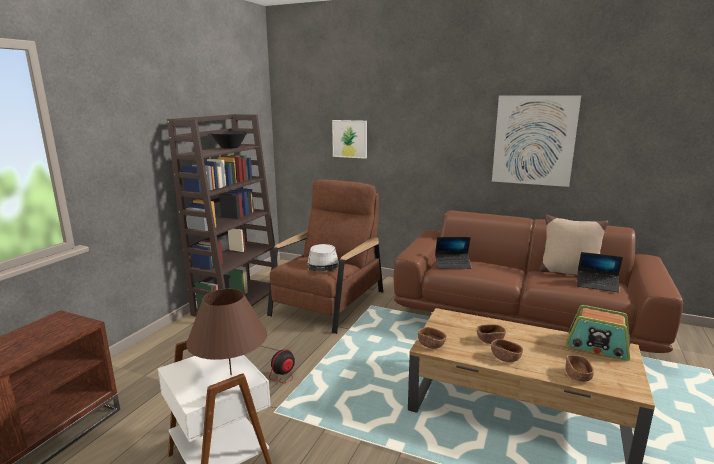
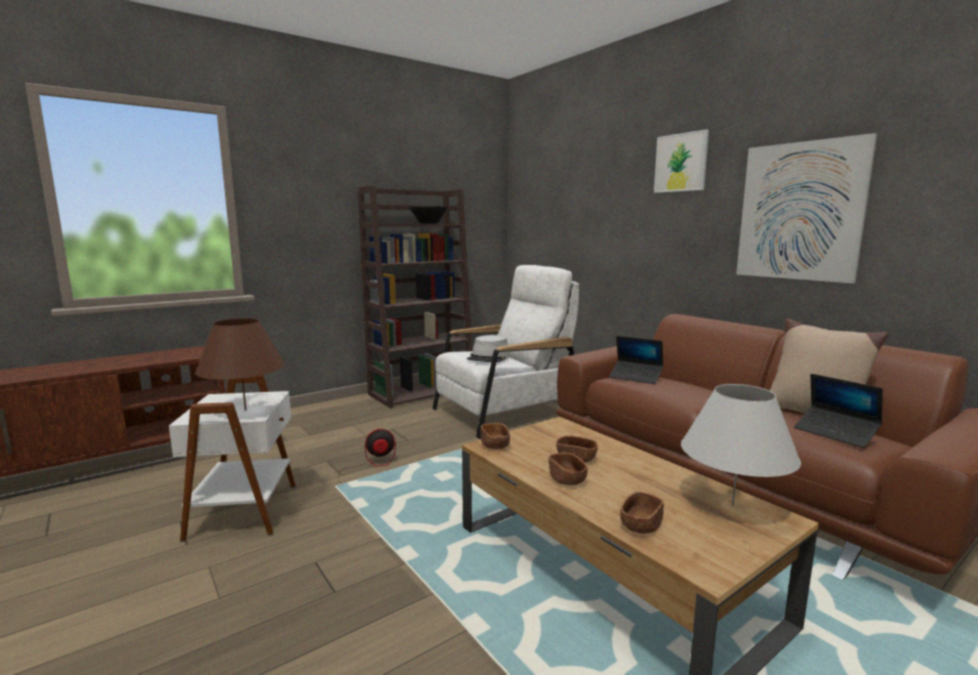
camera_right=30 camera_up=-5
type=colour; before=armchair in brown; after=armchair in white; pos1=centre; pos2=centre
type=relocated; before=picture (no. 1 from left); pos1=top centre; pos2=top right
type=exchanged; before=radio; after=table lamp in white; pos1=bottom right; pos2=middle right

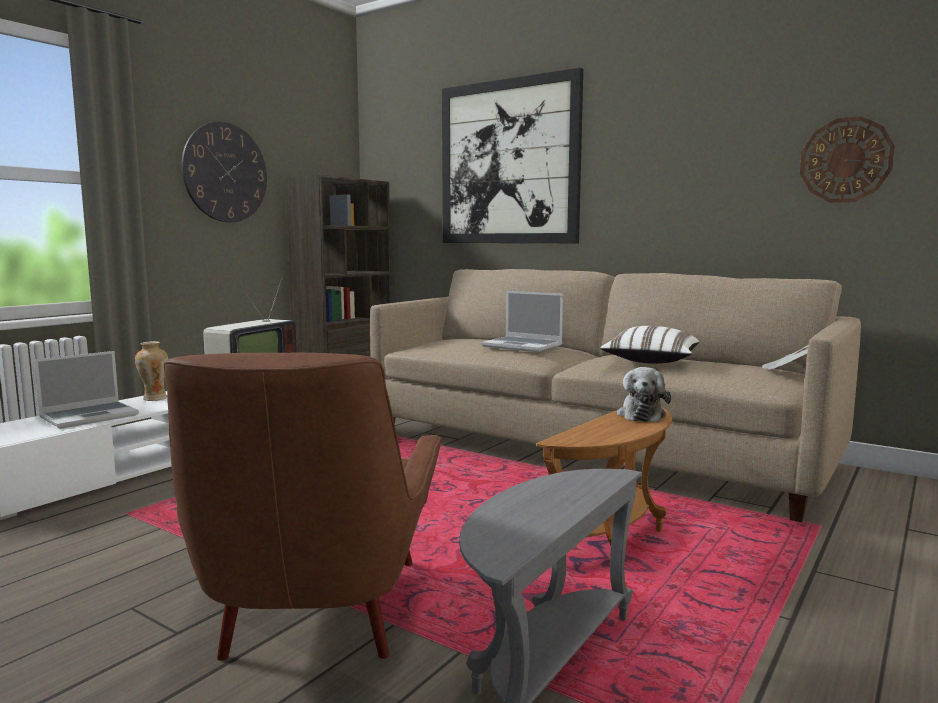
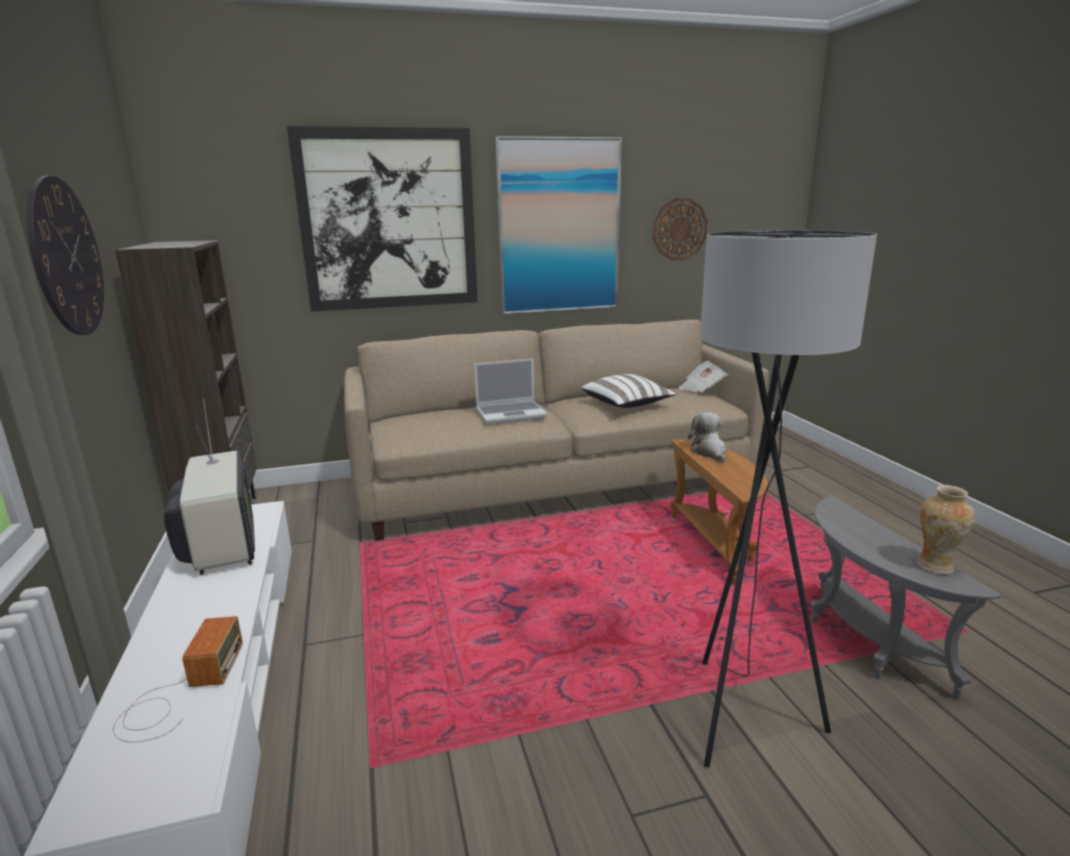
camera_right=-50 camera_up=10
type=exchanged; before=laptop (no. 1 from left); after=radio; pos1=middle left; pos2=bottom left
type=appeared; after=picture (no. 2 from left); pos2=top centre
type=spun; before=plush toy; pos1=middle right; pos2=centre; turn=-150
type=exchanged; before=armchair in brown; after=floor lamp in grey; pos1=bottom left; pos2=middle right
type=relocated; before=vase; pos1=middle left; pos2=middle right

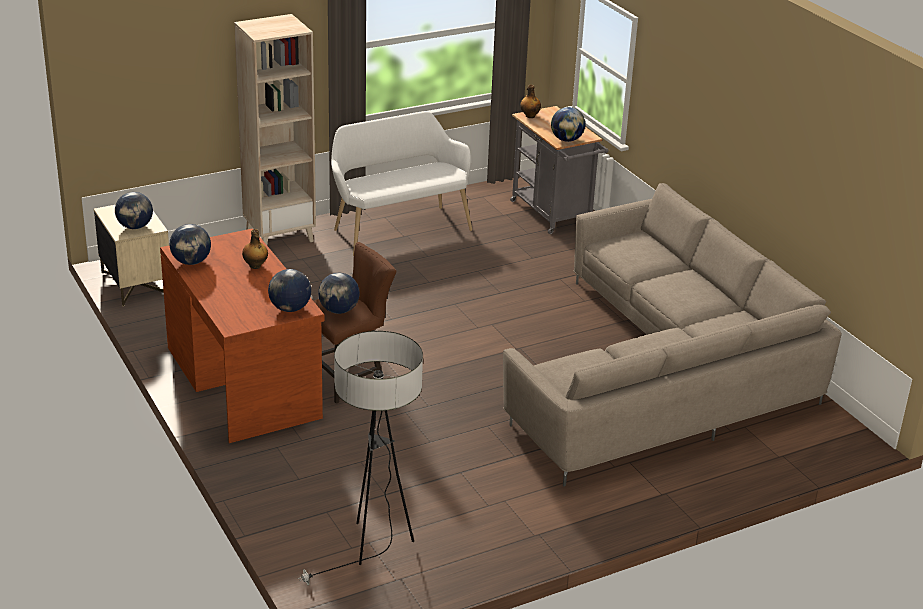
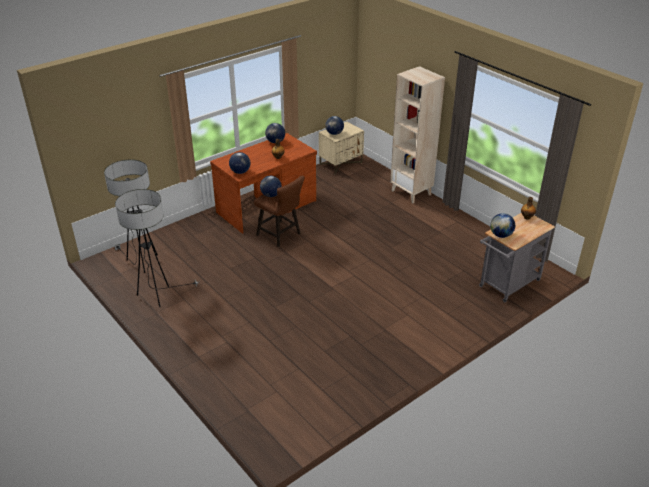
camera_right=80 camera_up=5
type=appeared; after=floor lamp (no. 2 from left); pos2=middle left
type=missing; before=bench in white; pos1=top centre
type=missing; before=sofa in beige; pos1=middle right

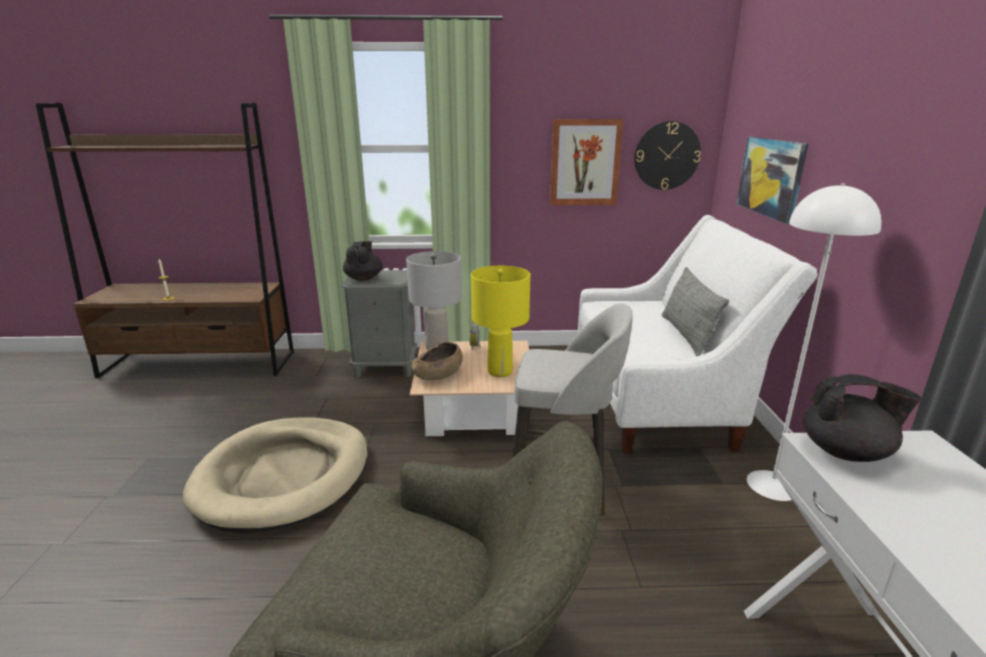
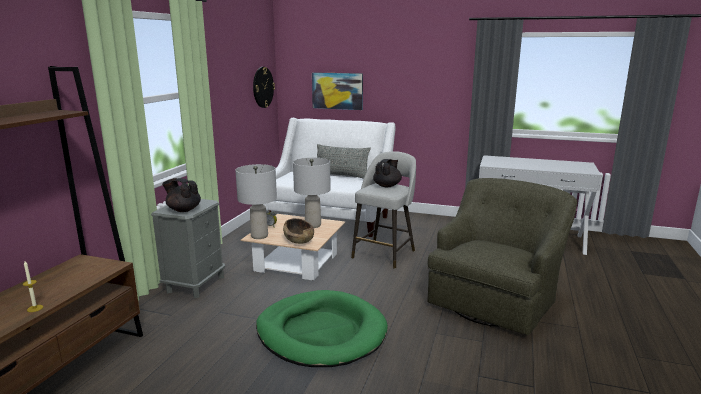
camera_right=-70 camera_up=-5
type=colour; before=dog bed in beige; after=dog bed in green; pos1=bottom left; pos2=bottom centre
type=colour; before=table lamp in yellow; after=table lamp in grey (no. 2 from left); pos1=centre; pos2=centre
type=relocated; before=teapot in black (no. 2 from left); pos1=middle right; pos2=centre
type=missing; before=picture (no. 1 from left); pos1=top centre
type=missing; before=floor lamp in white; pos1=middle right

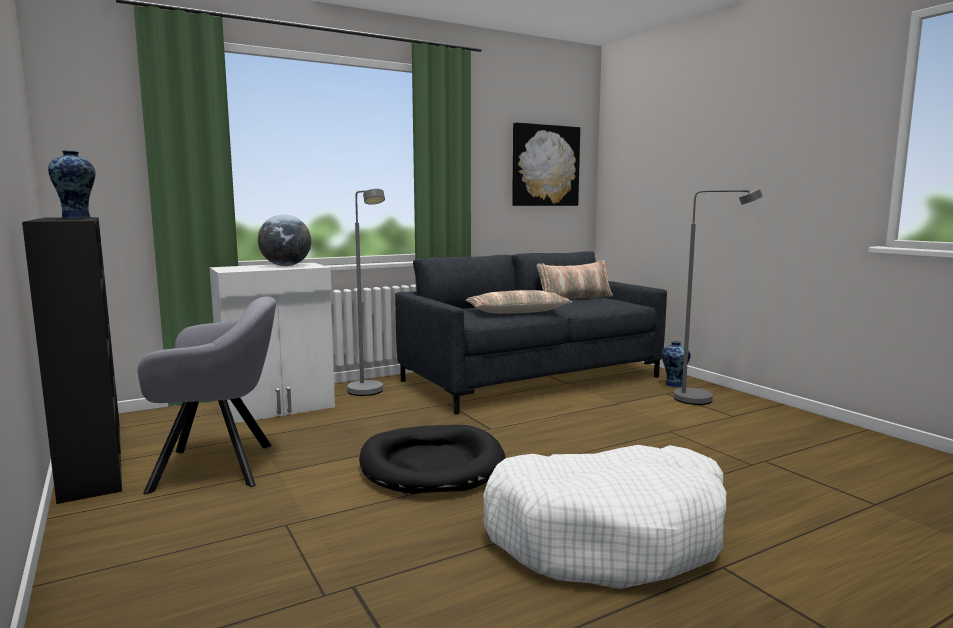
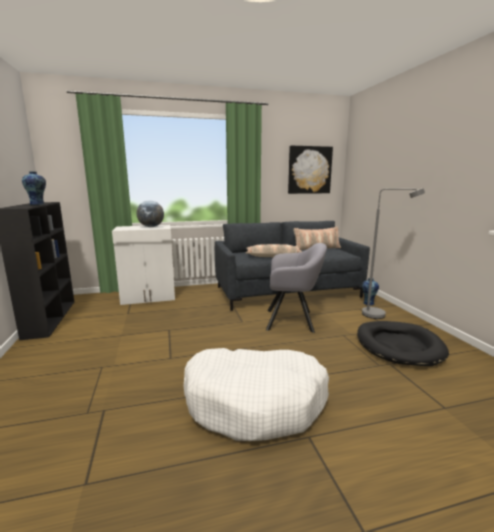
camera_right=15 camera_up=5
type=relocated; before=armchair in grey; pos1=middle left; pos2=centre
type=relocated; before=dog bed in black; pos1=bottom centre; pos2=middle right
type=missing; before=floor lamp in grey (no. 1 from left); pos1=centre

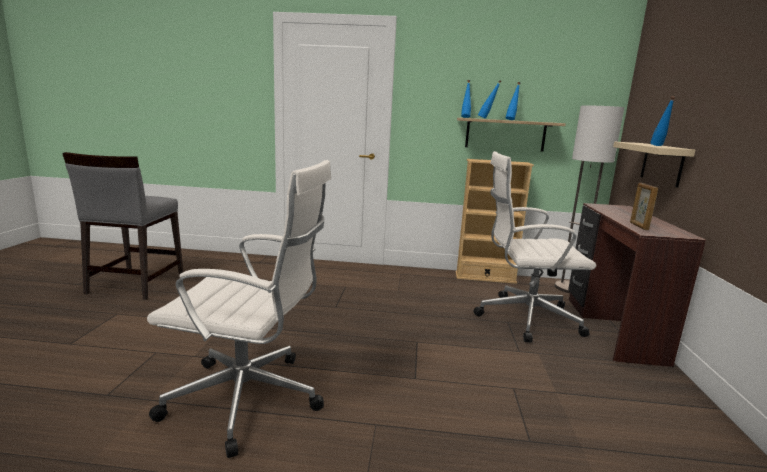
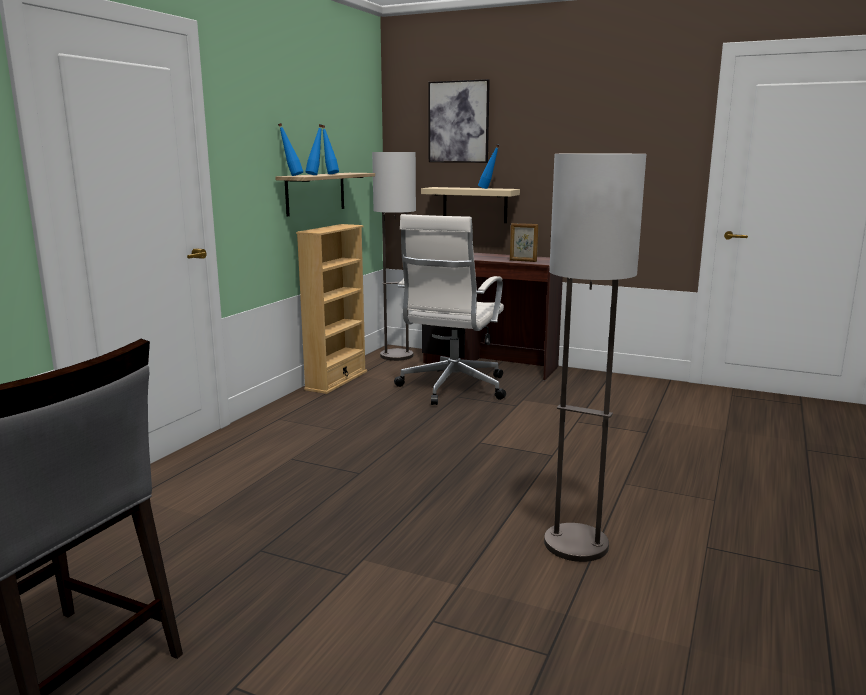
camera_right=-70 camera_up=0
type=appeared; after=picture; pos2=top centre
type=exchanged; before=office chair in white (no. 1 from left); after=floor lamp (no. 2 from left); pos1=middle left; pos2=middle right

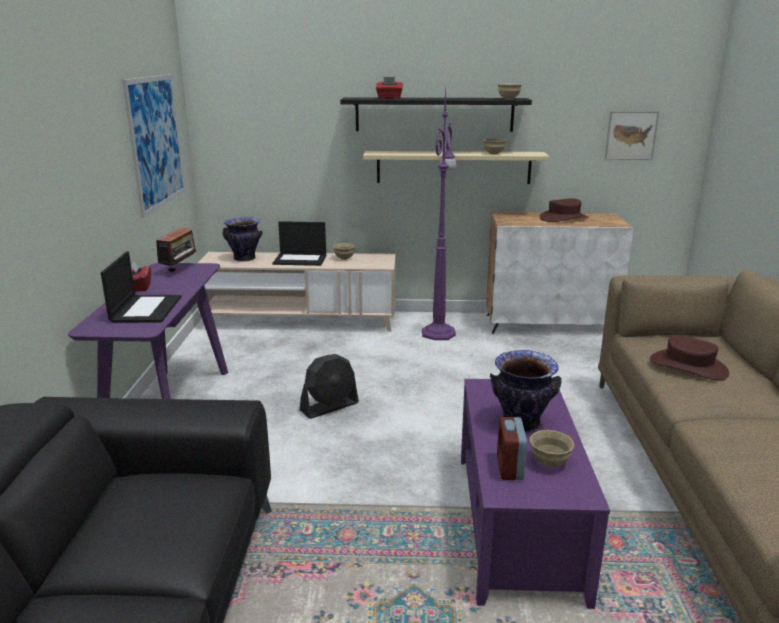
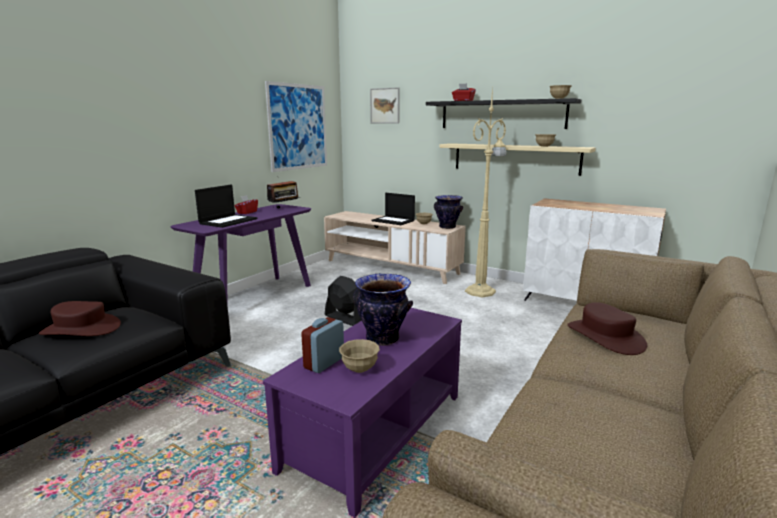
camera_right=30 camera_up=-5
type=relocated; before=hat in brown (no. 1 from left); pos1=middle right; pos2=middle left
type=spun; before=fan in black; pos1=centre; pos2=centre; turn=-135
type=relocated; before=picture (no. 2 from left); pos1=top right; pos2=top centre
type=relocated; before=vase (no. 1 from left in the first image); after=vase (no. 2 from left); pos1=middle left; pos2=centre
type=colour; before=floor lamp in purple; after=floor lamp in beige; pos1=centre; pos2=centre

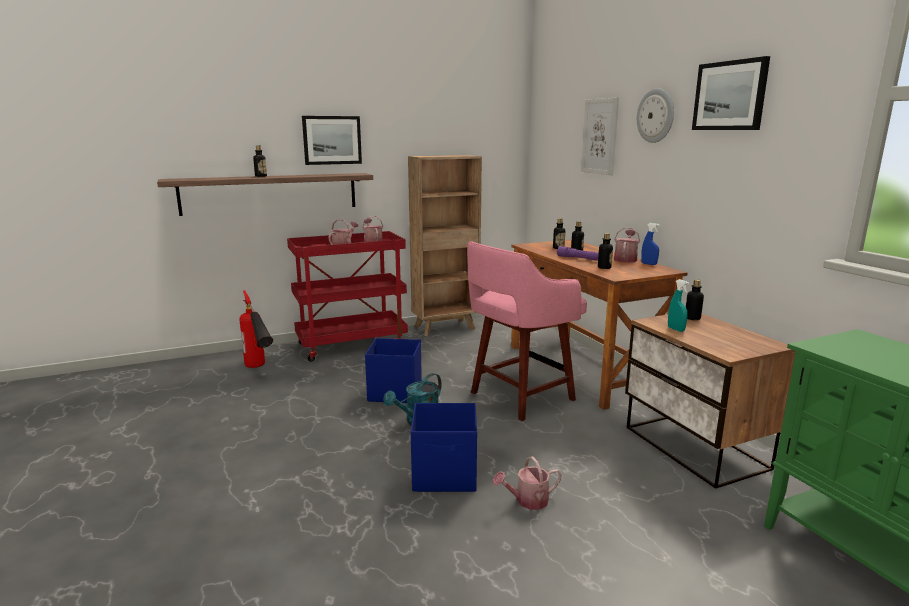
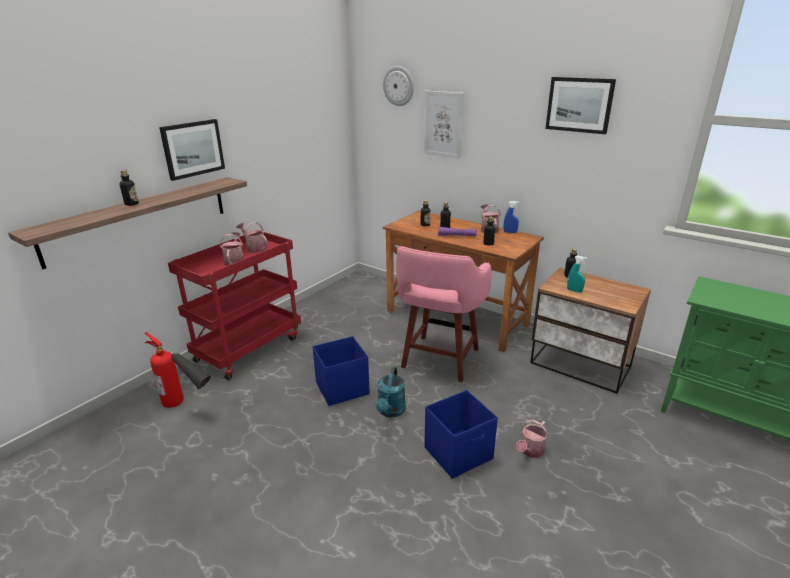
camera_right=-30 camera_up=10
type=relocated; before=wall clock; pos1=top right; pos2=top centre
type=missing; before=bookcase in brown; pos1=centre

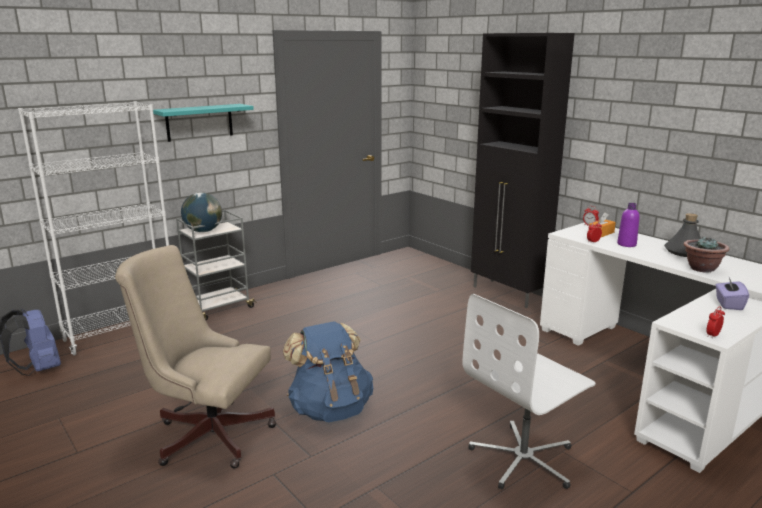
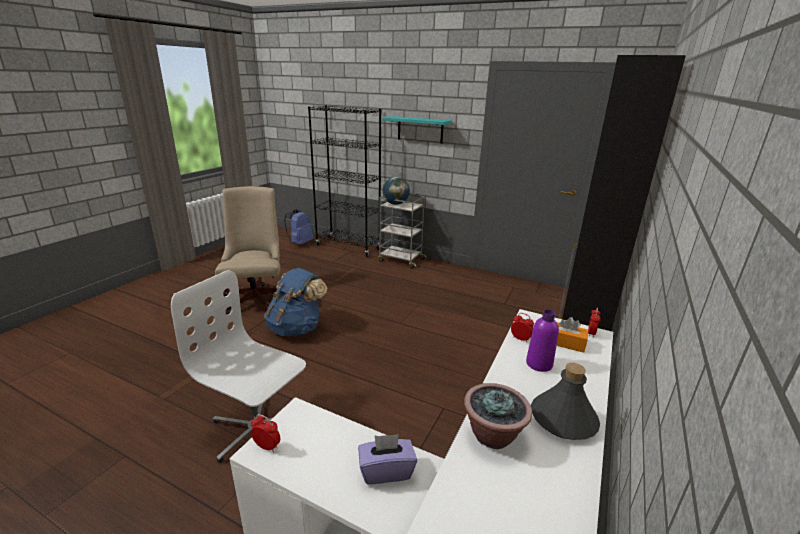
camera_right=65 camera_up=5
type=colour; before=bookcase in white; after=bookcase in black; pos1=middle left; pos2=centre

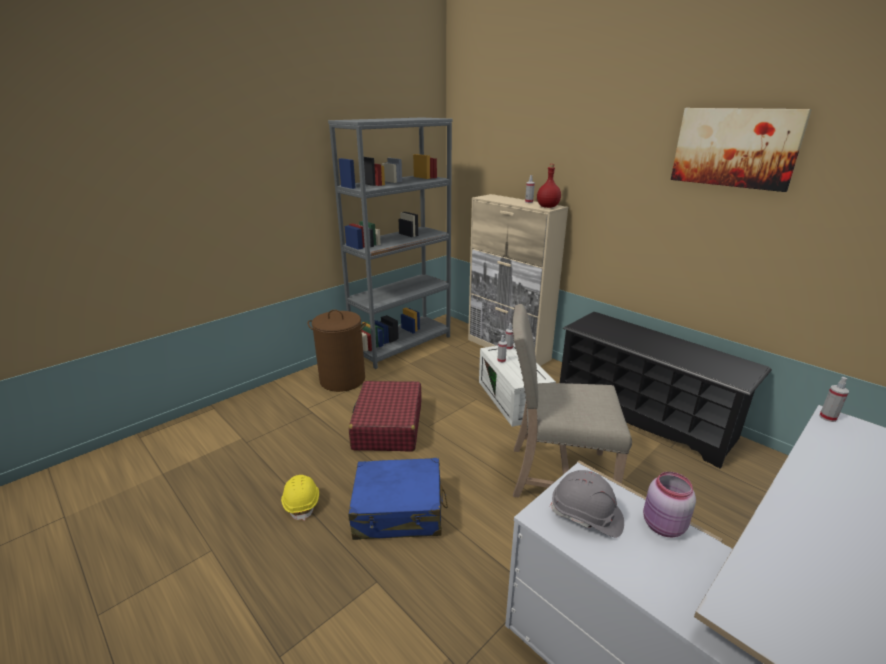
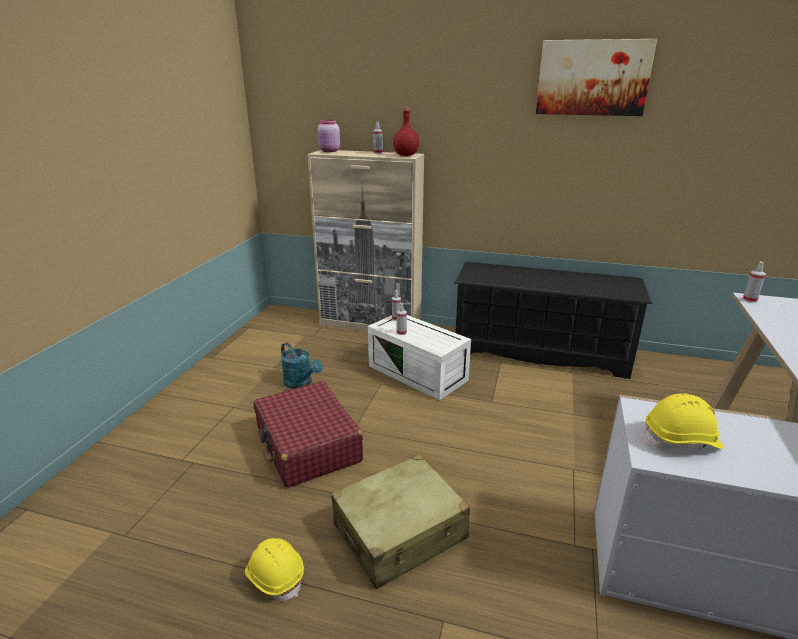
camera_right=-30 camera_up=0
type=appeared; after=watering can in turquoise; pos2=centre
type=relocated; before=jar in pink; pos1=bottom right; pos2=top centre
type=colour; before=suitcase in blue; after=suitcase in beige; pos1=bottom centre; pos2=bottom centre
type=colour; before=hard hat in grey; after=hard hat in yellow (no. 2 from left); pos1=bottom centre; pos2=middle right
type=missing; before=laundry basket in brown; pos1=centre
type=missing; before=bookcase in grey; pos1=centre
type=missing; before=chair in beige; pos1=centre

